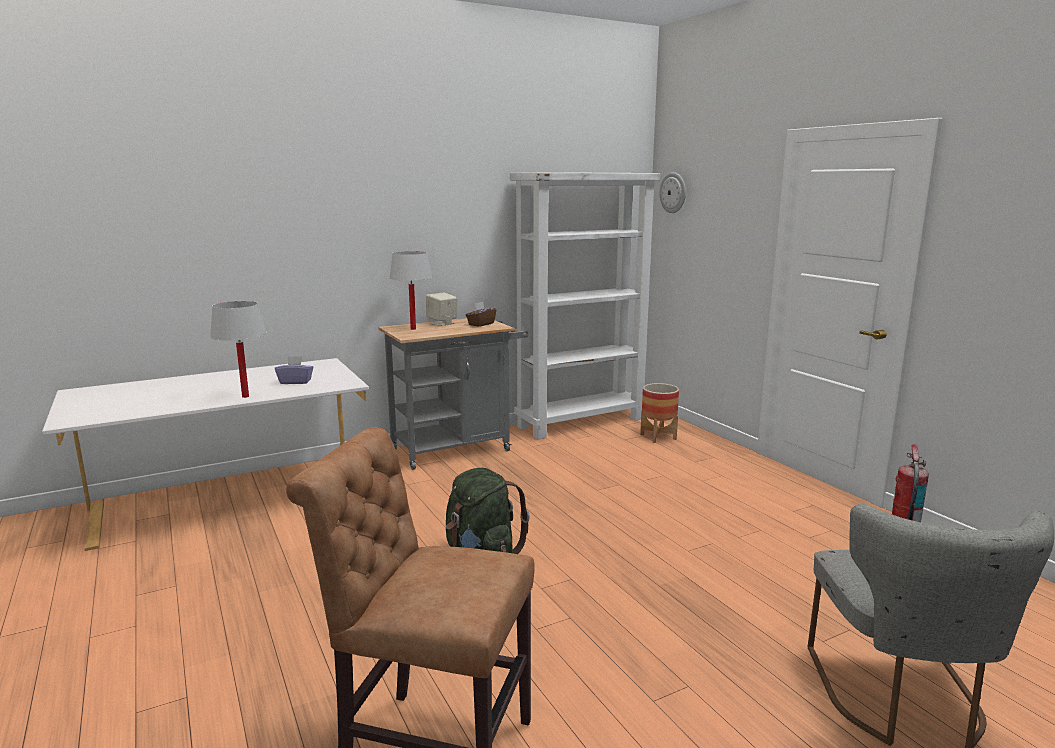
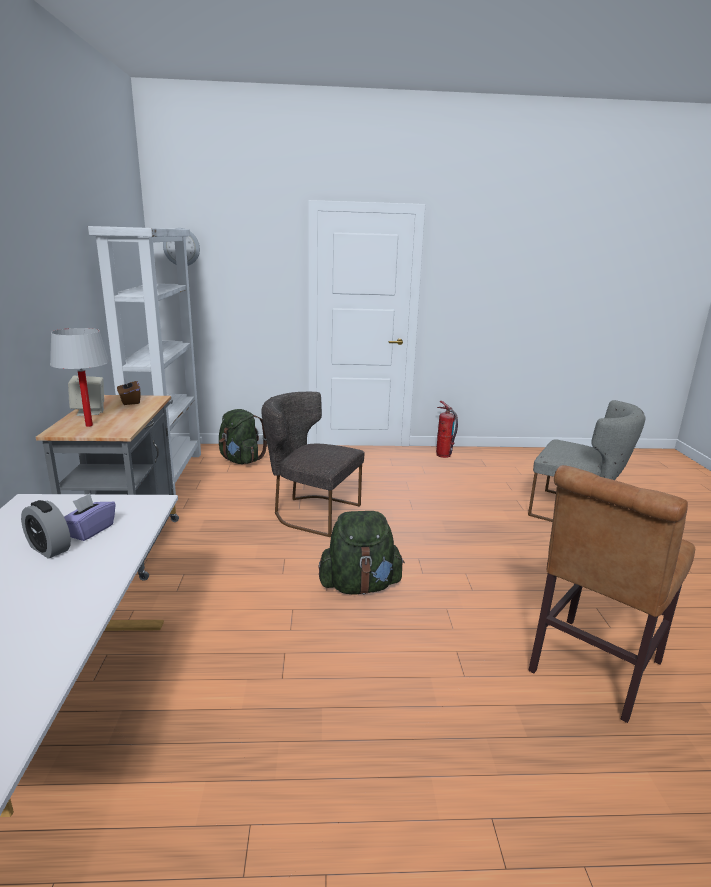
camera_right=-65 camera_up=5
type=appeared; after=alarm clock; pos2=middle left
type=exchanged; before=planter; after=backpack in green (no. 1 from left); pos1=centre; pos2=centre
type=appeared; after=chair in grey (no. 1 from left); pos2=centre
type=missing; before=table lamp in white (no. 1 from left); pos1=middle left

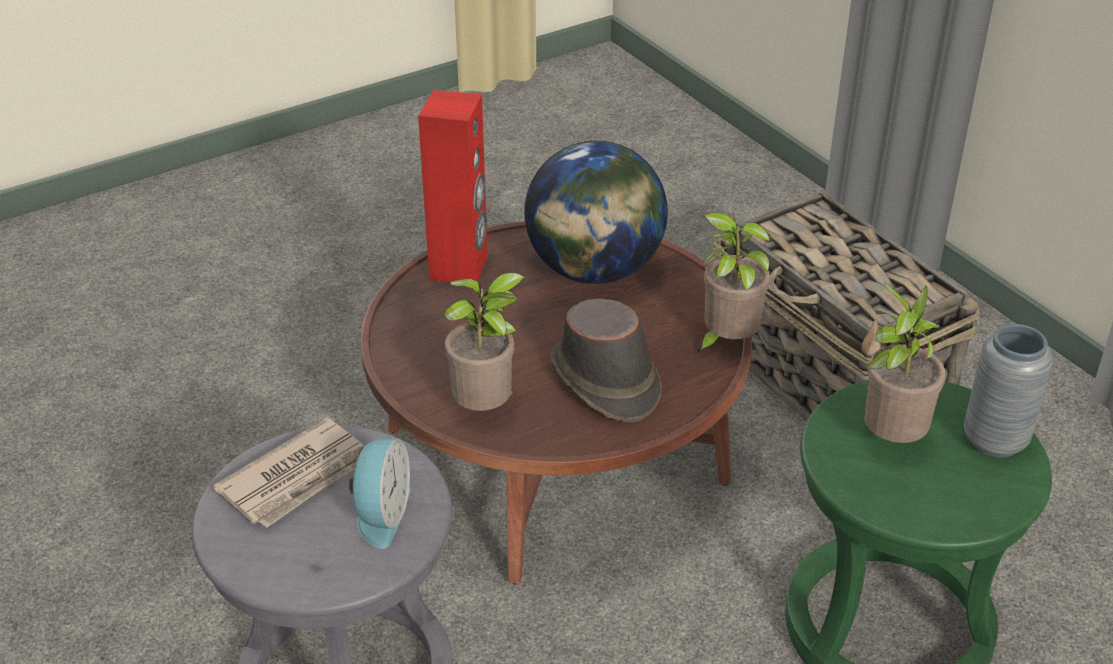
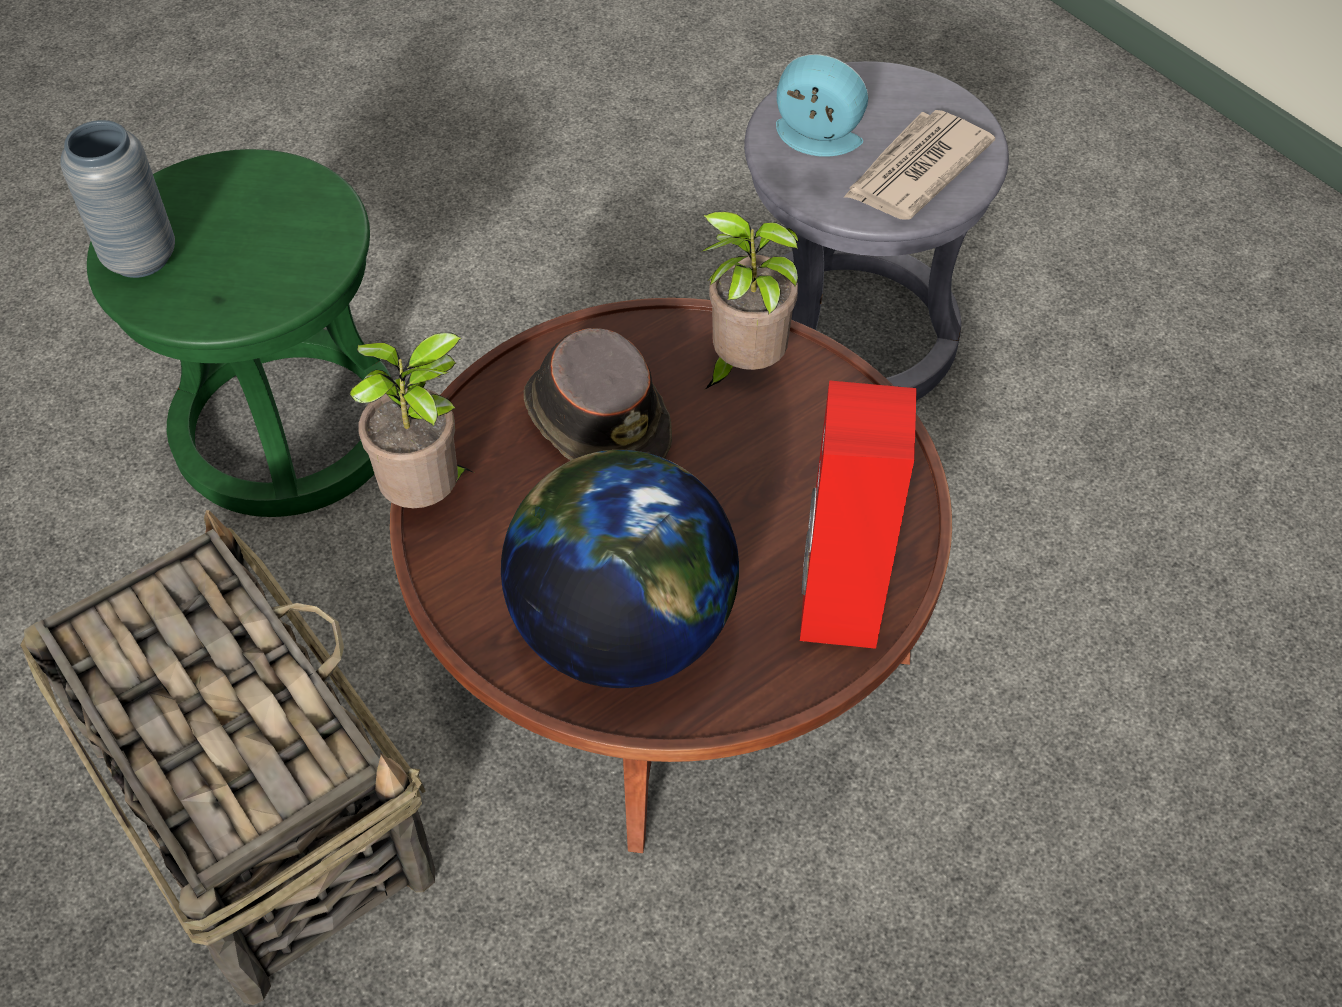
camera_right=175 camera_up=15
type=spun; before=alarm clock; pos1=bottom centre; pos2=top centre; turn=105
type=missing; before=potted plant (no. 3 from left); pos1=middle right

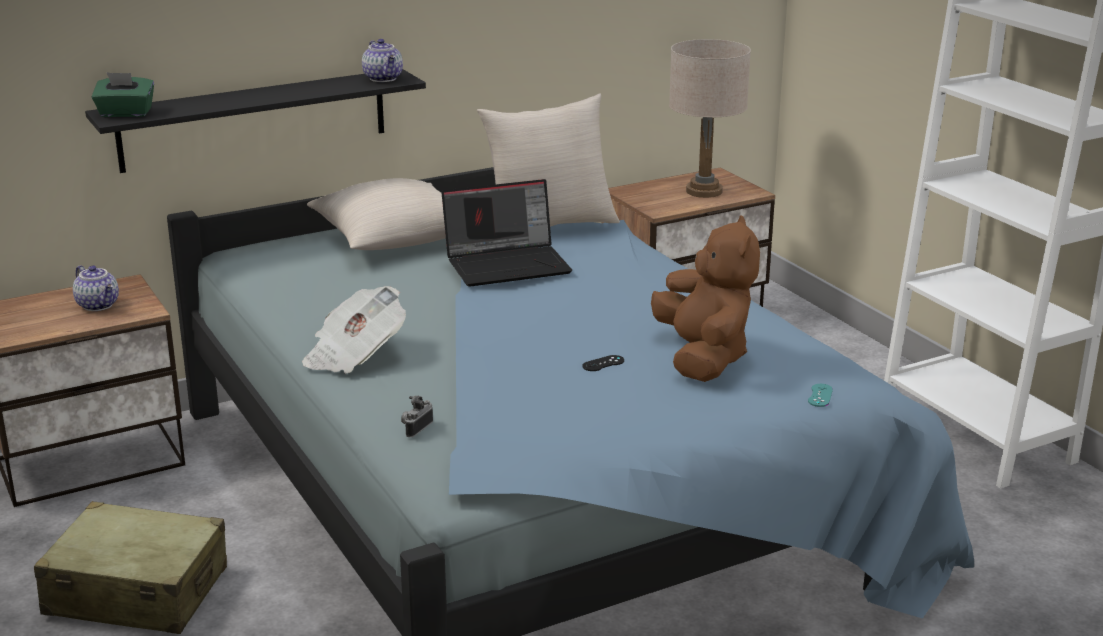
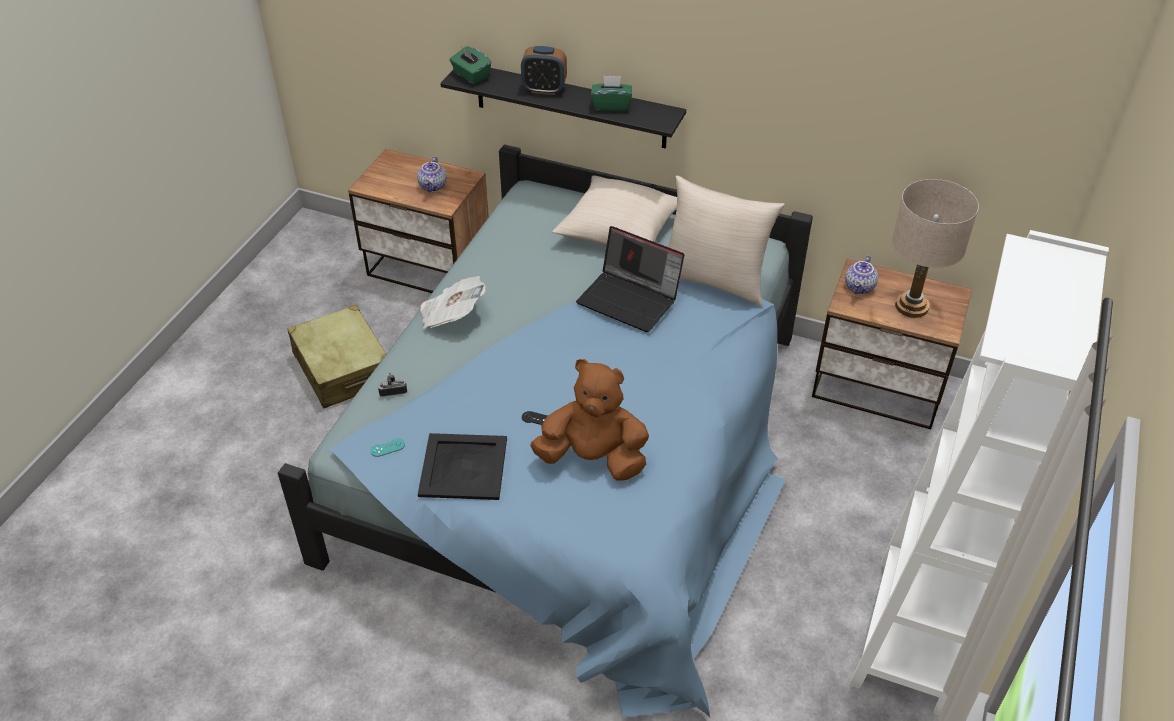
camera_right=50 camera_up=20
type=relocated; before=game controller in turquoise; pos1=middle right; pos2=middle left
type=appeared; after=tray in black; pos2=centre
type=appeared; after=alarm clock; pos2=top centre
type=spun; before=plush toy in brown; pos1=centre; pos2=centre; turn=-120
type=appeared; after=tissue box in green (no. 2 from left); pos2=top centre
type=relocated; before=teapot (no. 2 from left); pos1=top centre; pos2=middle right

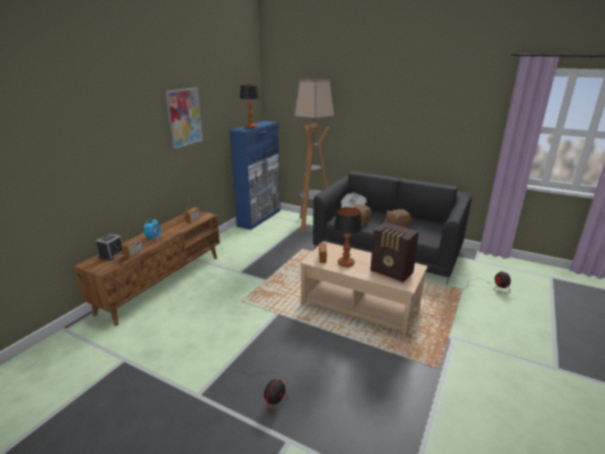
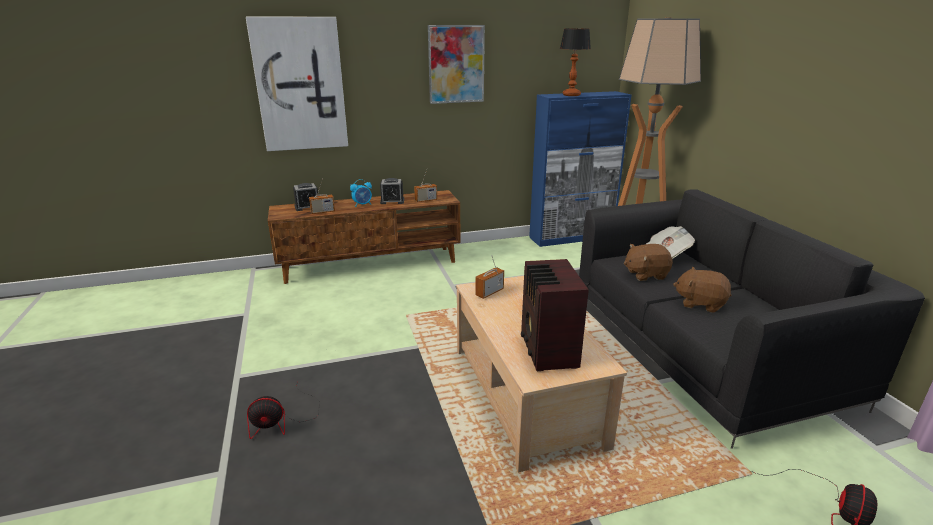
camera_right=45 camera_up=0
type=appeared; after=picture (no. 1 from left); pos2=top left
type=appeared; after=alarm clock (no. 3 from left); pos2=centre
type=missing; before=table lamp (no. 2 from left); pos1=centre

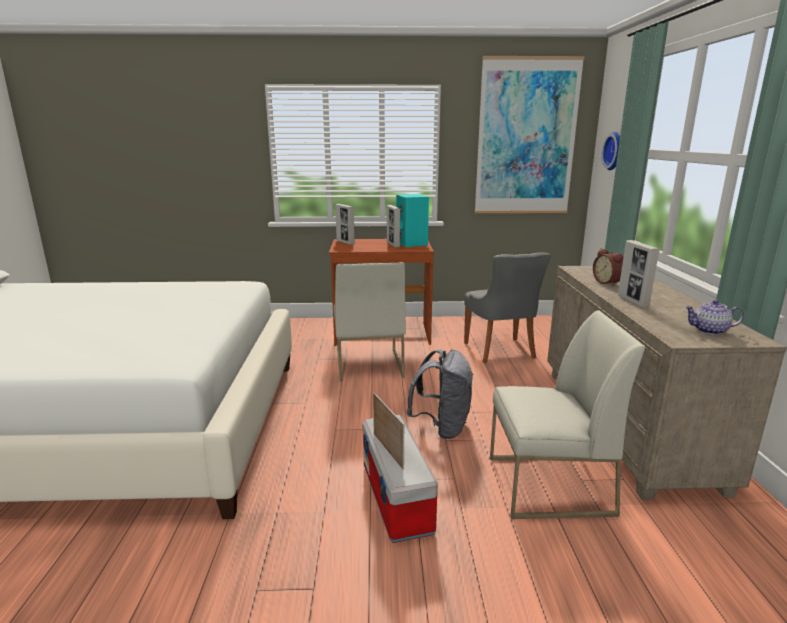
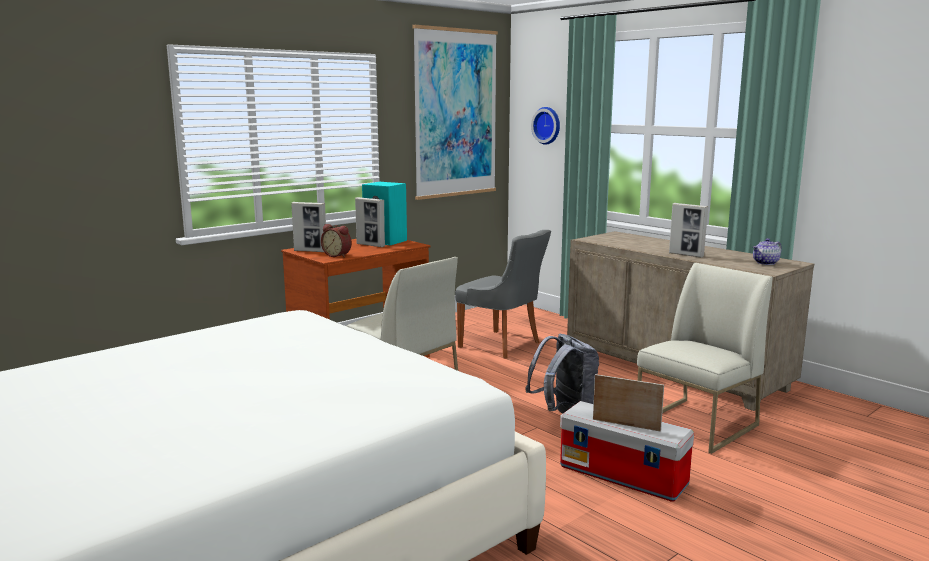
camera_right=-40 camera_up=-5
type=relocated; before=alarm clock; pos1=middle right; pos2=centre

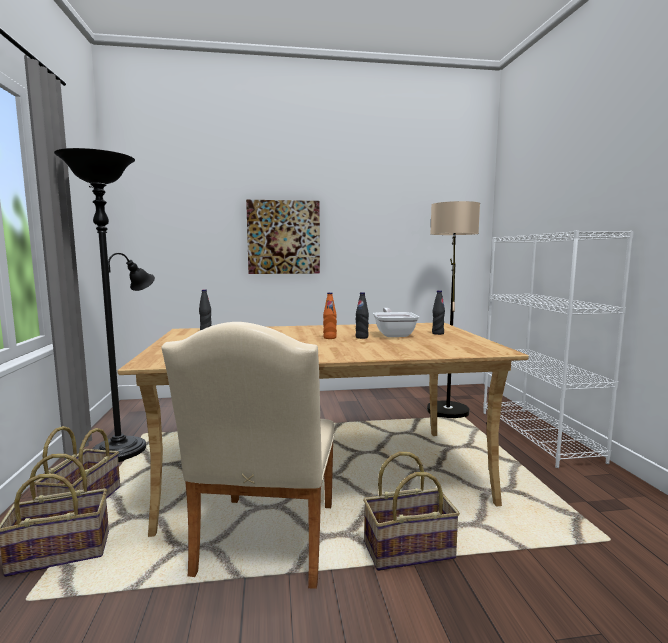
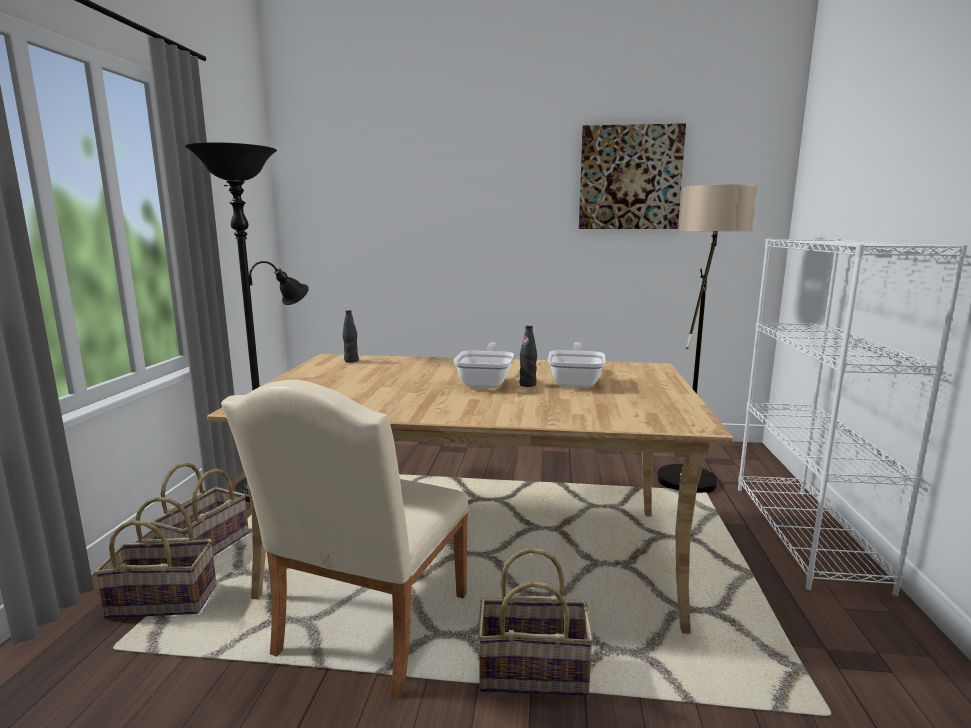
camera_right=15 camera_up=5
type=exchanged; before=bottle in orange; after=frying pan (no. 1 from left); pos1=centre; pos2=centre
type=relocated; before=picture; pos1=centre; pos2=top centre
type=missing; before=bottle in black (no. 3 from left); pos1=centre

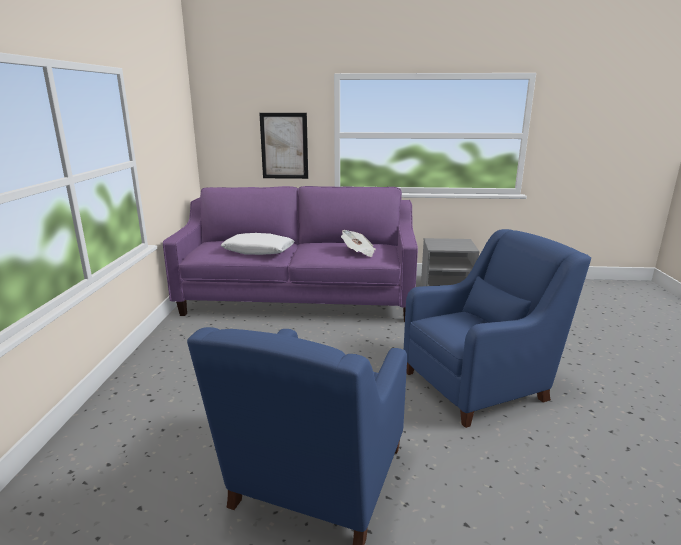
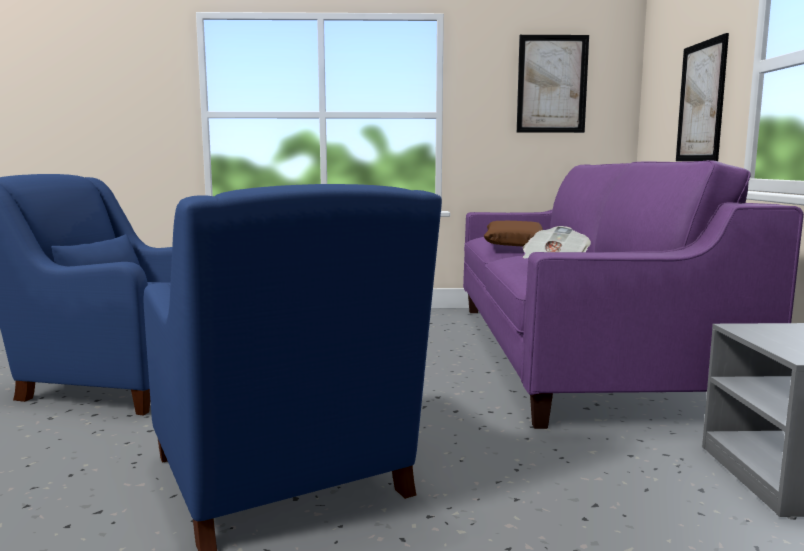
camera_right=85 camera_up=-10
type=colour; before=pillow in white; after=pillow in brown; pos1=centre; pos2=centre
type=appeared; after=picture (no. 1 from left); pos2=top right

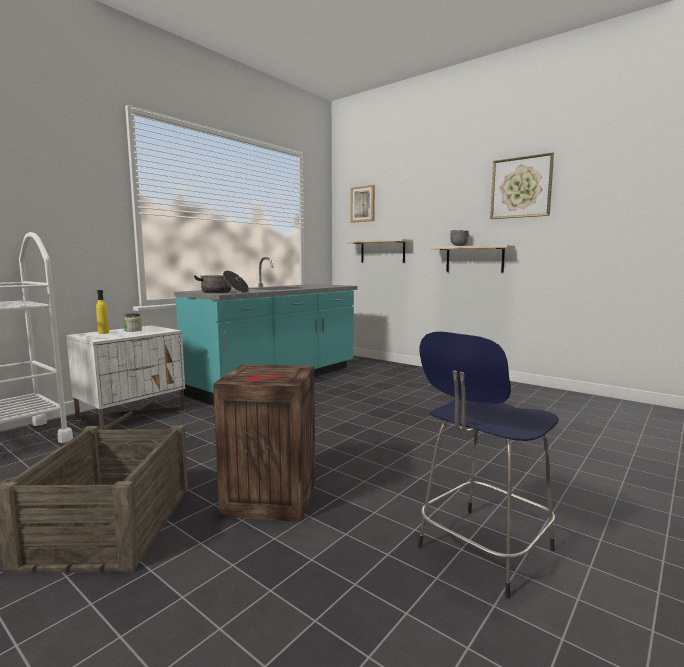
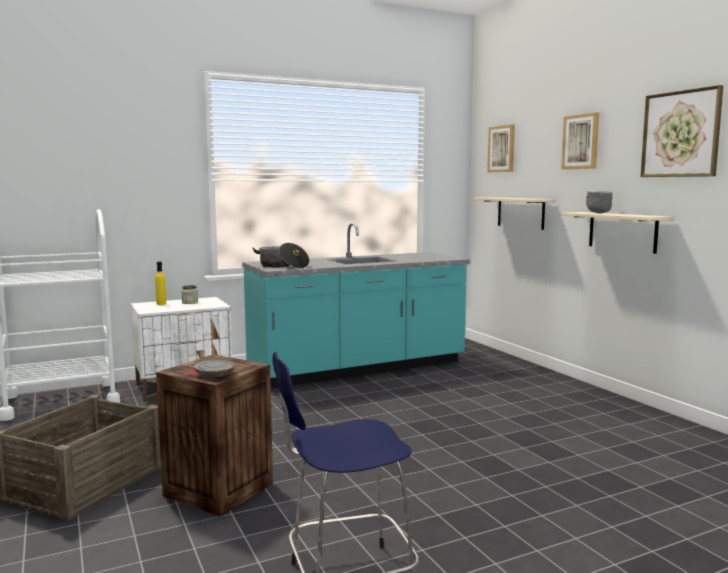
camera_right=25 camera_up=0
type=appeared; after=plate in grey; pos2=middle left
type=appeared; after=picture (no. 2 from left); pos2=top right

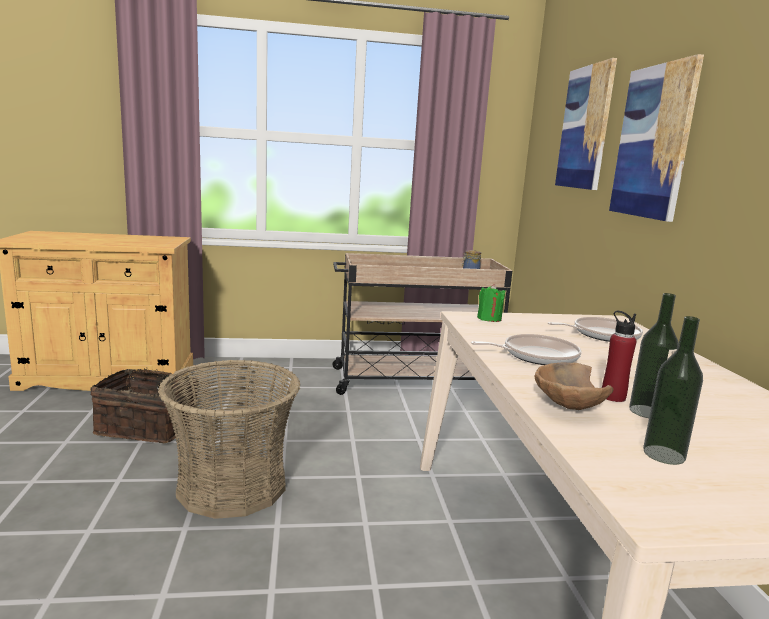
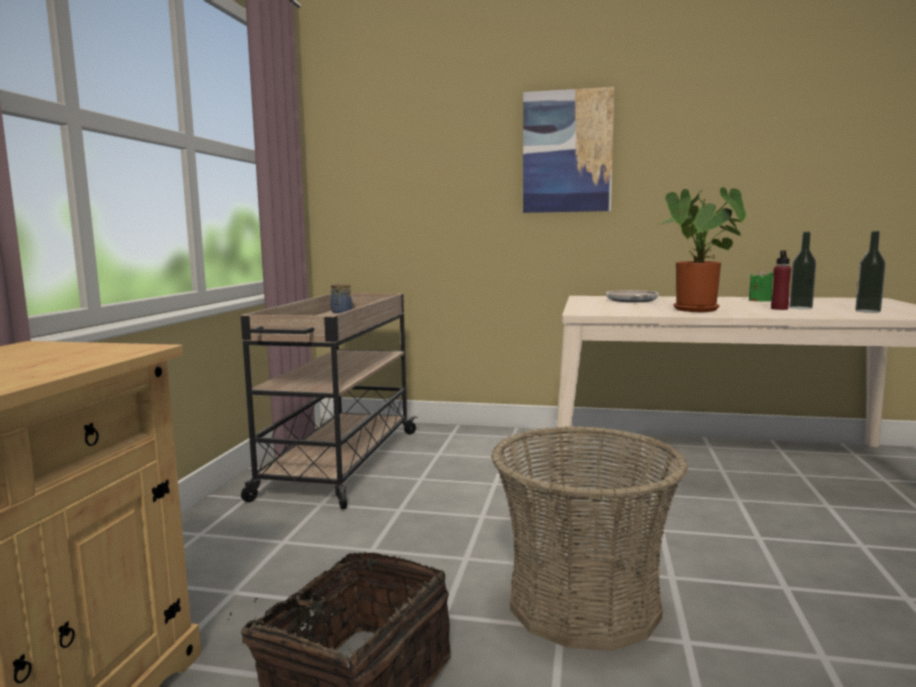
camera_right=-70 camera_up=-5
type=exchanged; before=frying pan (no. 1 from left); after=potted plant; pos1=middle right; pos2=middle right
type=relocated; before=candle in green; pos1=centre; pos2=middle right
type=missing; before=bowl in brown; pos1=middle right
type=missing; before=picture (no. 1 from left); pos1=top right

